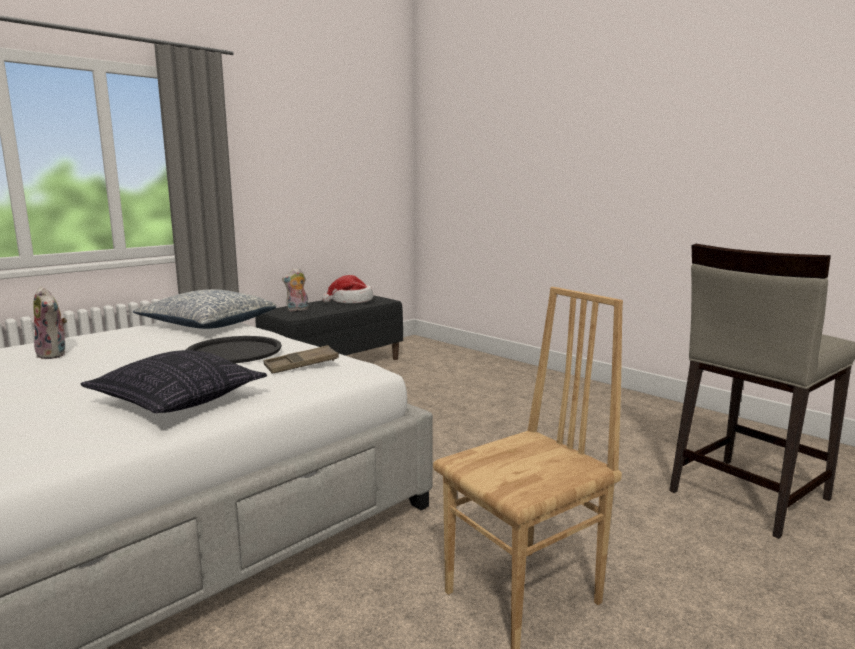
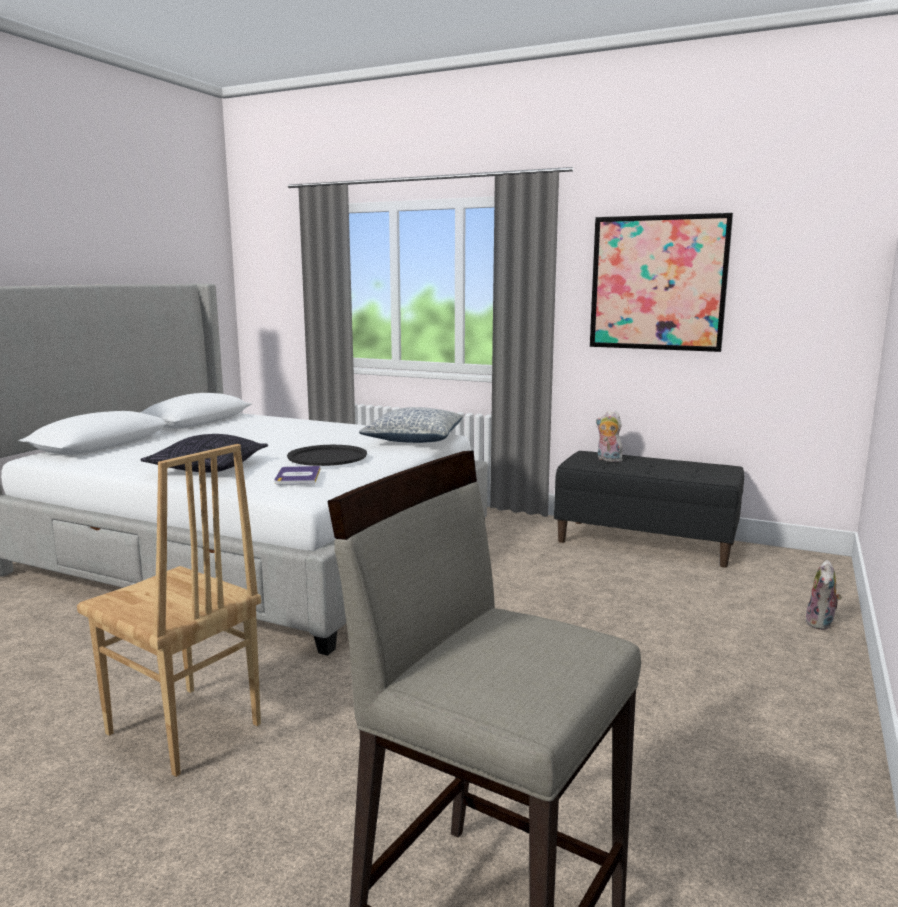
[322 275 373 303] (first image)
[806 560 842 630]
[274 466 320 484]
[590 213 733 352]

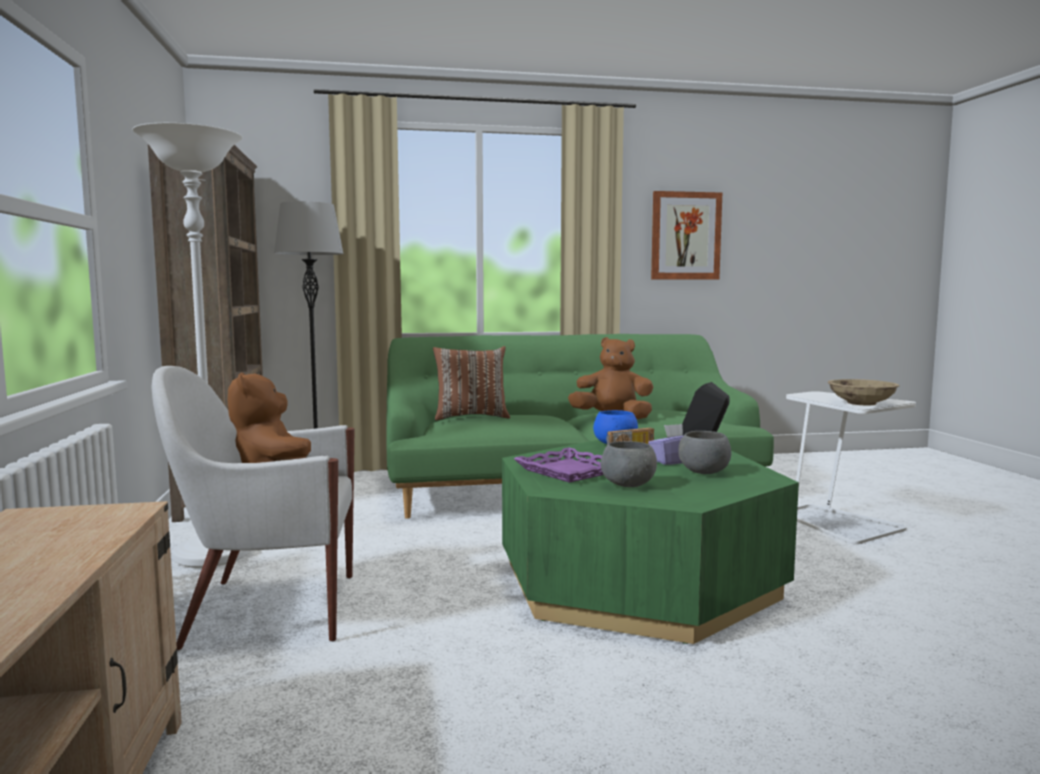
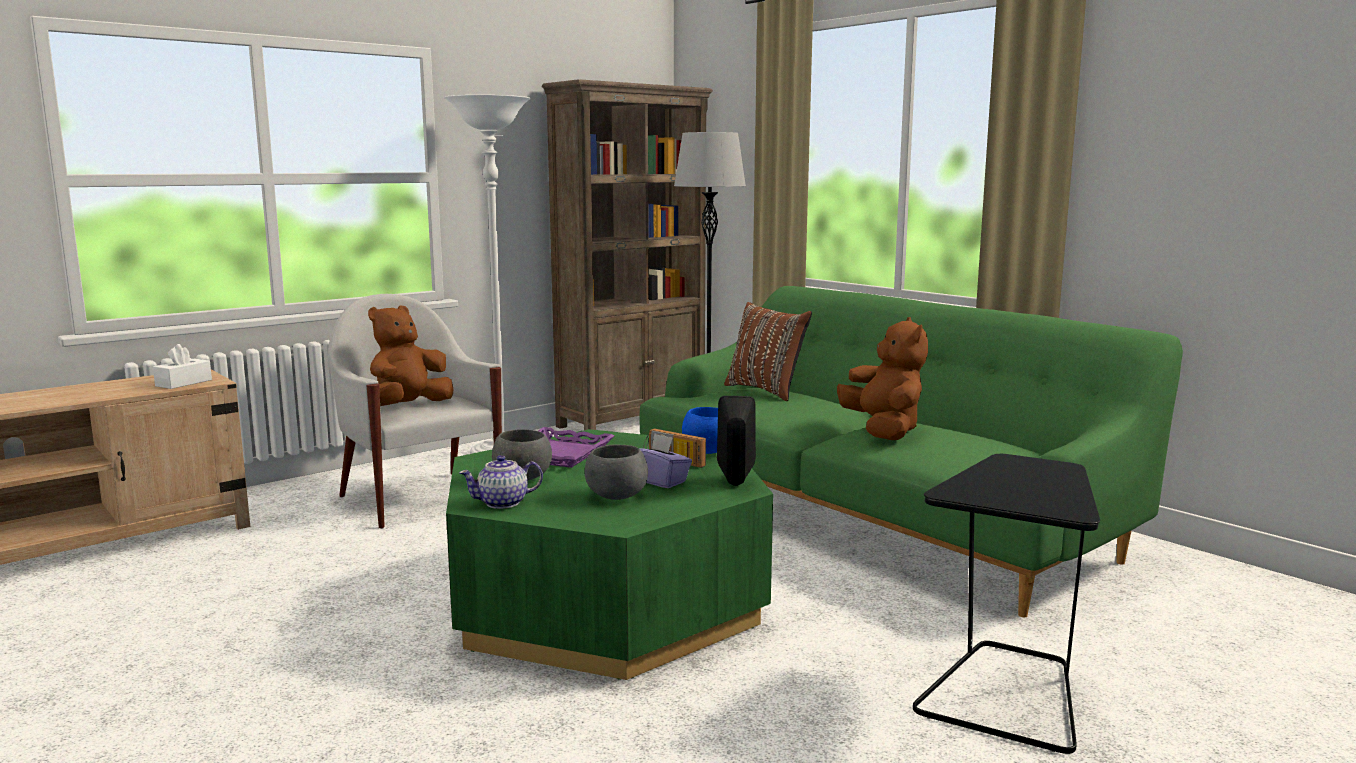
[651 191 722 280] (first image)
[828 379 899 405] (first image)
[913 454 1100 754]
[153 344 212 389]
[459 455 543 509]

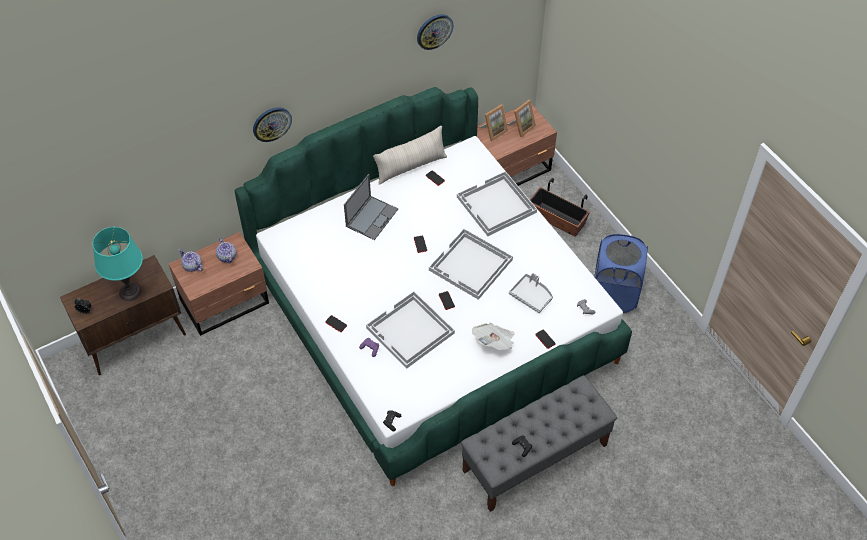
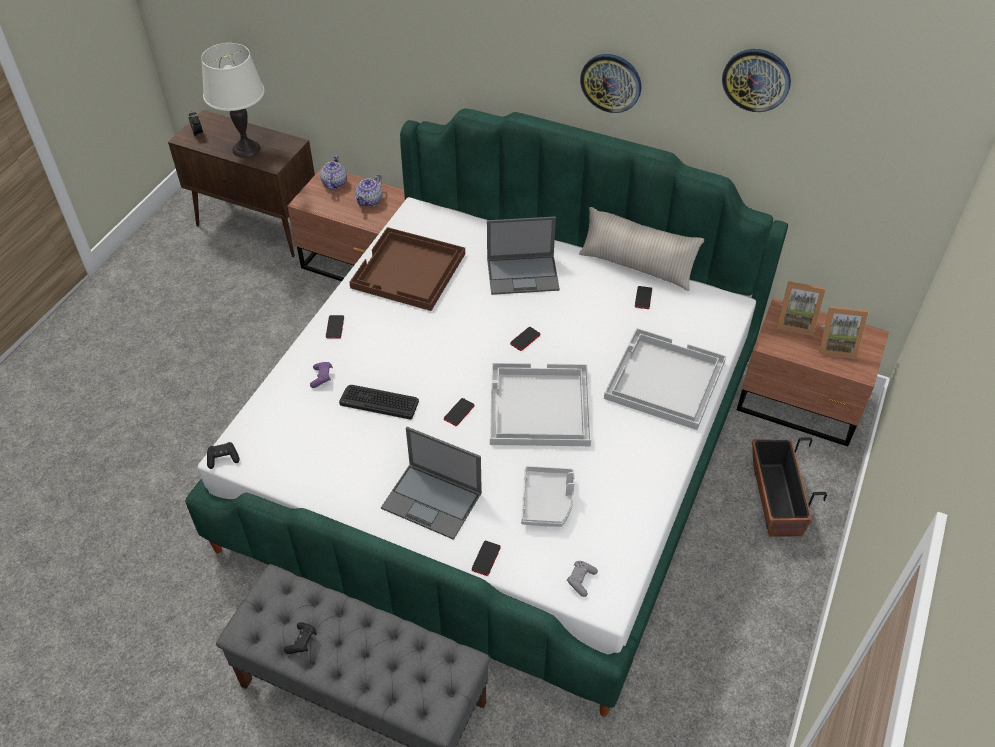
[580 54 641 113]
[201 43 265 158]
[594 234 648 313] (first image)
[339 385 419 419]
[381 427 482 540]
[349 227 465 311]

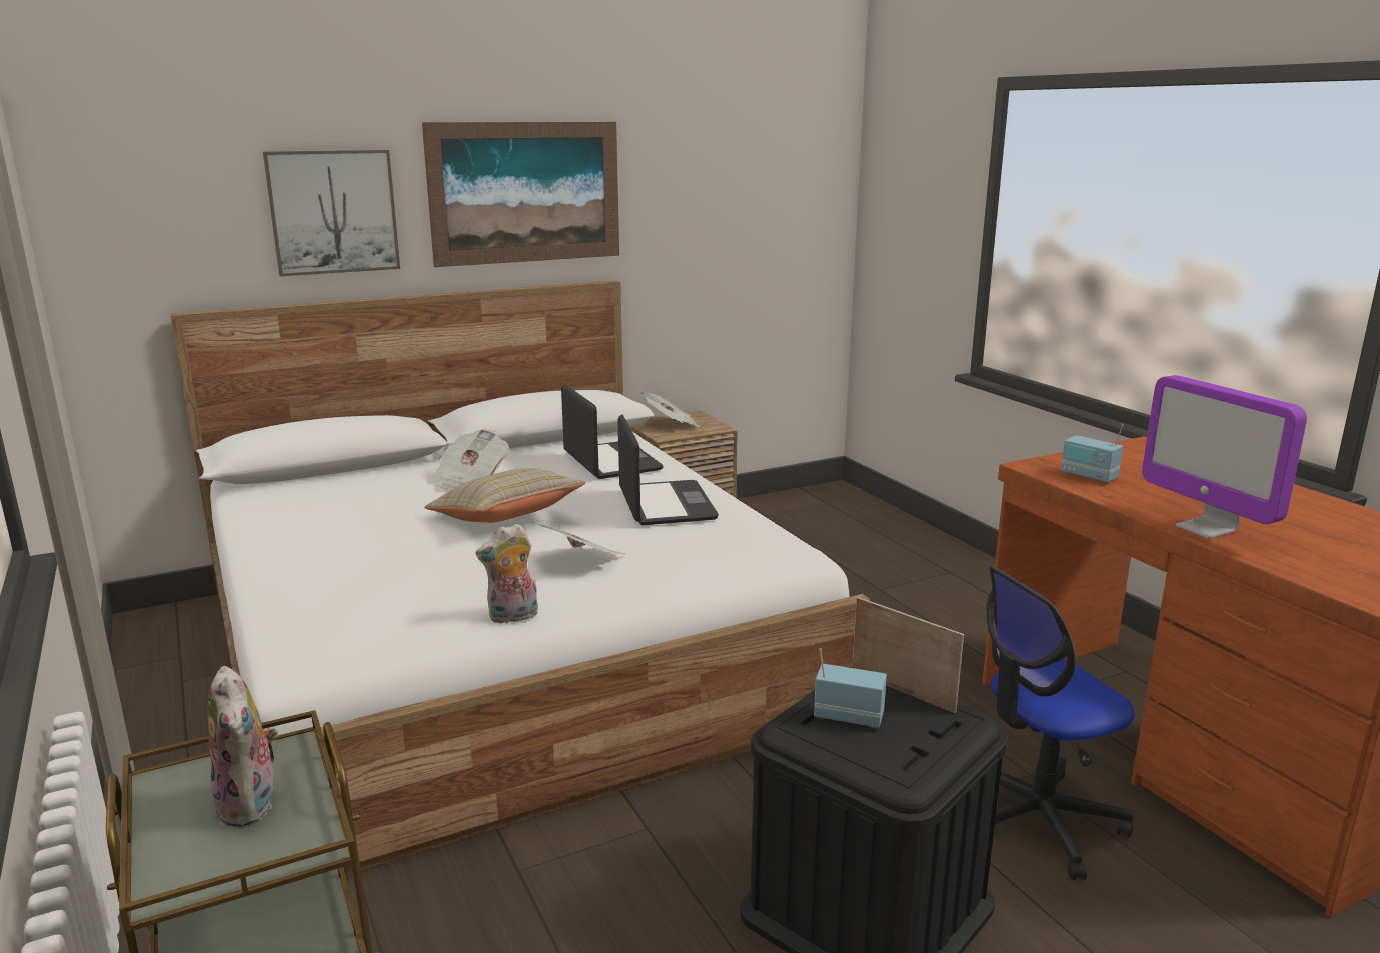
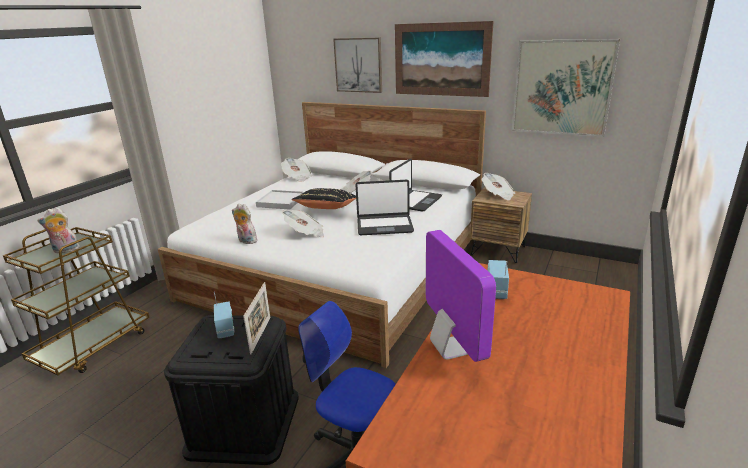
[426 230 496 362]
[356 180 414 235]
[291 188 356 209]
[37 207 80 253]
[512 39 620 137]
[281 158 313 182]
[256 190 304 210]

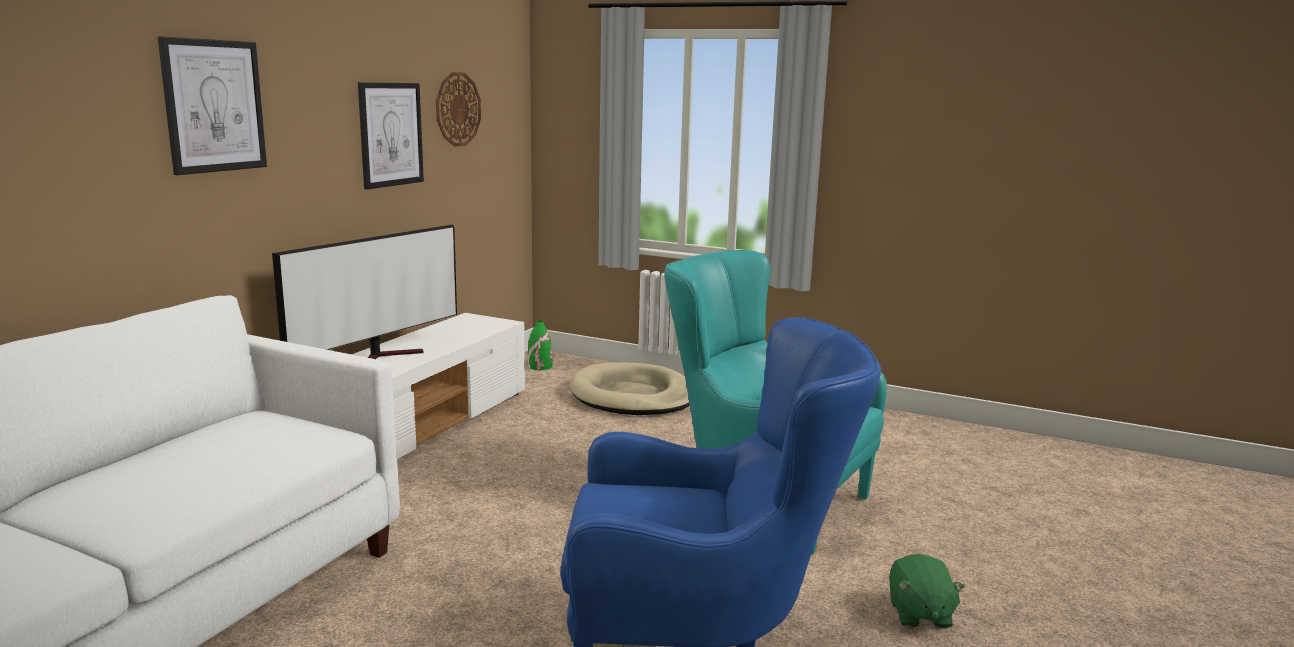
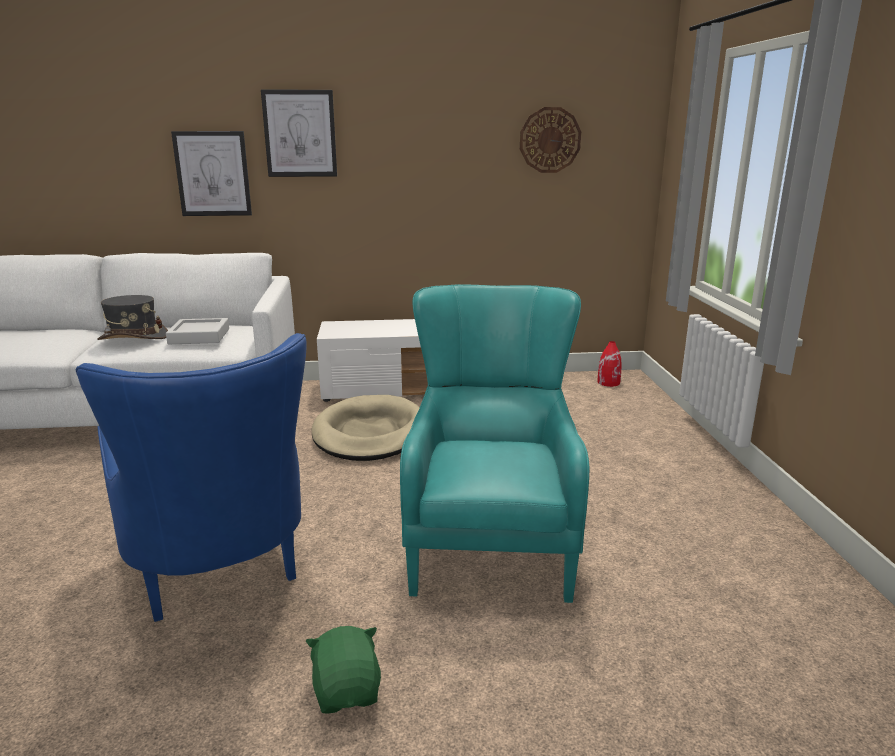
[171 131 252 216]
[272 224 457 359] (first image)
[597 341 622 387]
[312 395 420 461]
[306 626 381 714]
[97 295 168 340]
[166 318 229 344]

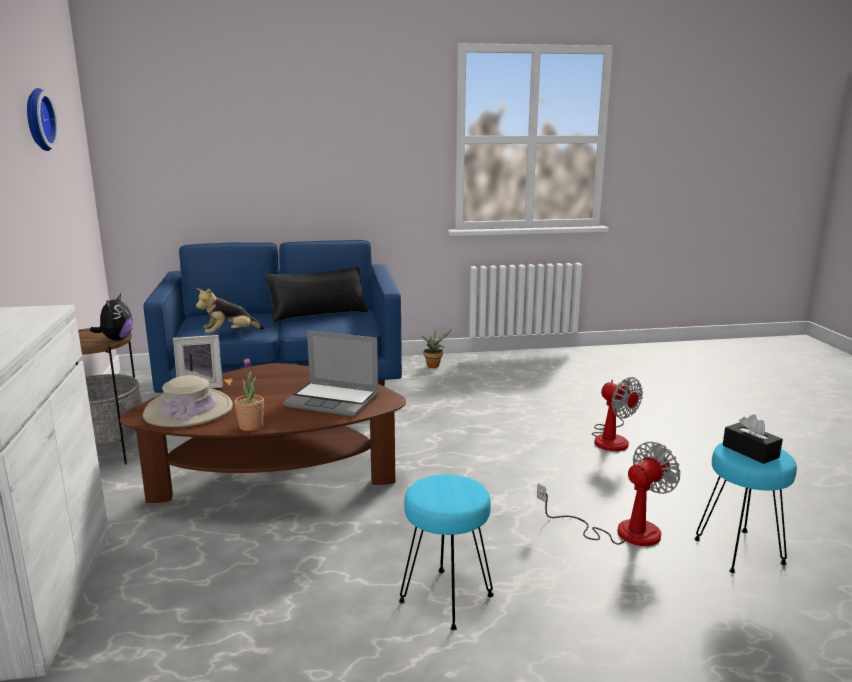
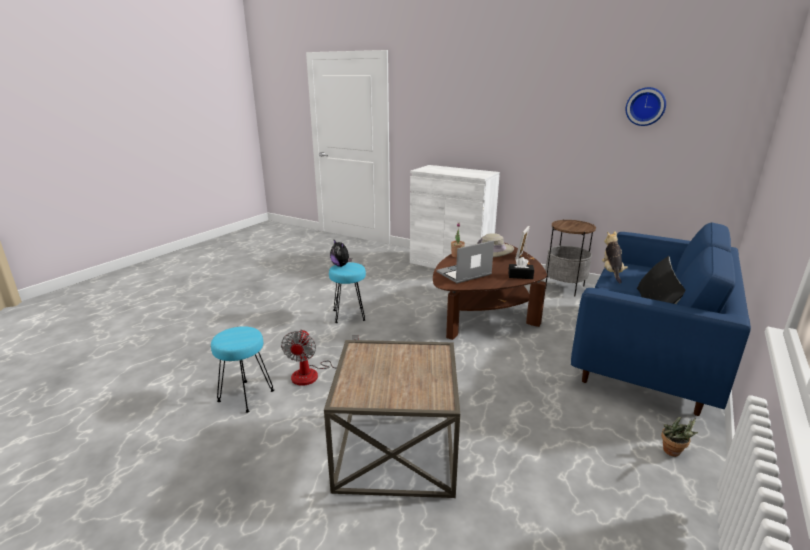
[330 240 352 267]
[324 340 460 498]
[509 257 534 279]

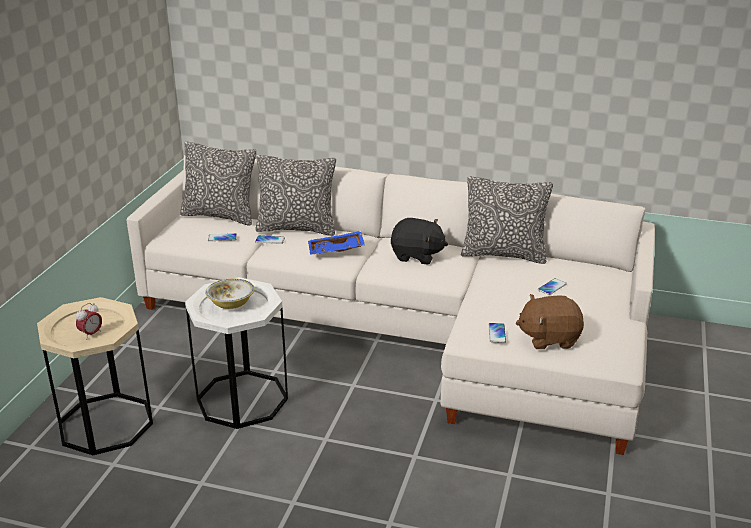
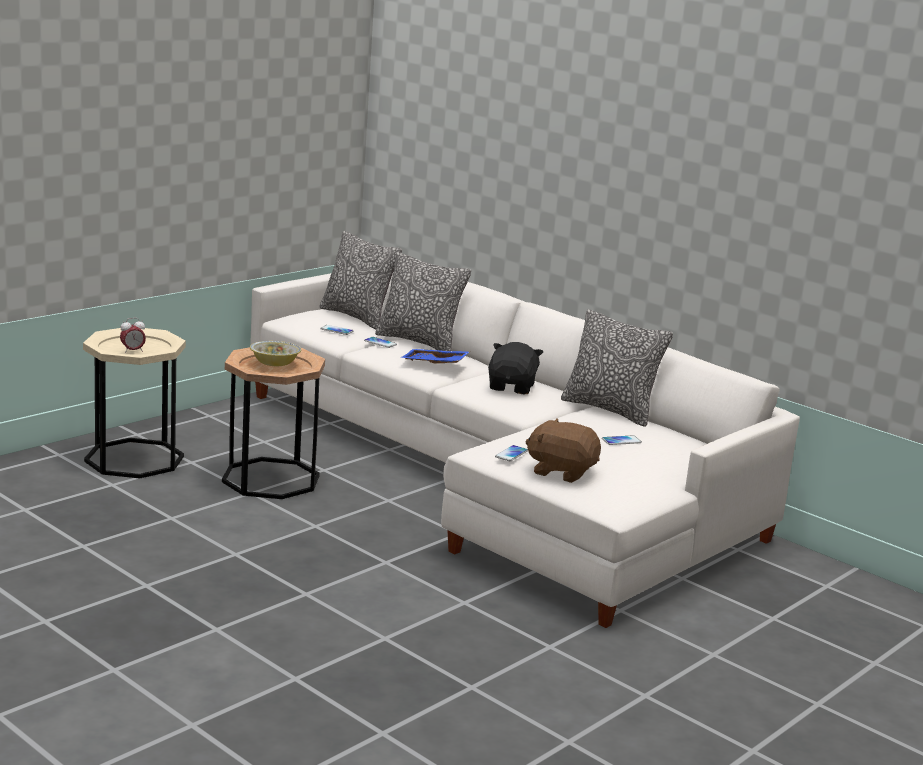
[488 342 543 394]
[222 347 325 499]

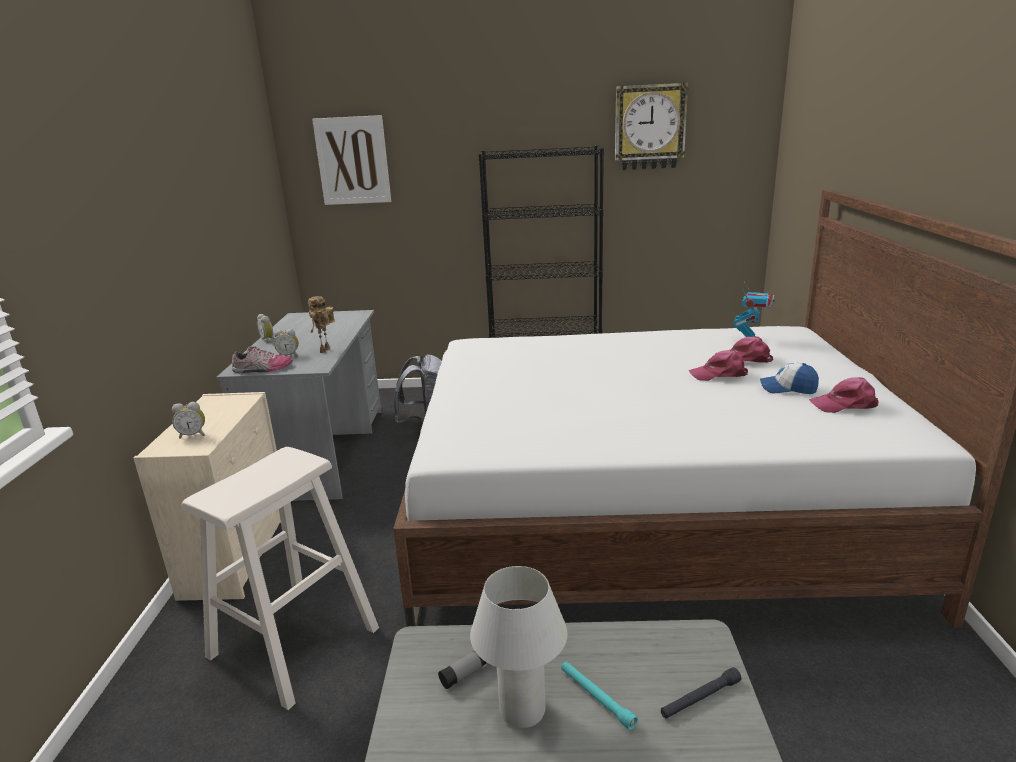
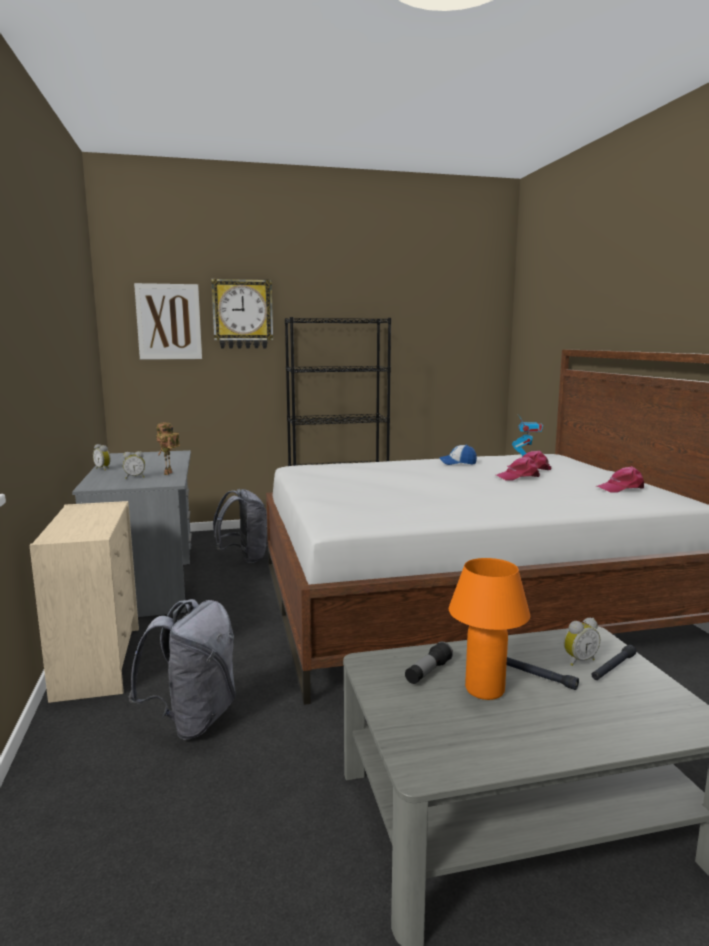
[211 279 274 349]
[232 346 293 373] (first image)
[440 445 477 465]
[564 618 600 666]
[128 599 236 740]
[449 558 530 700]
[507 657 579 690]

